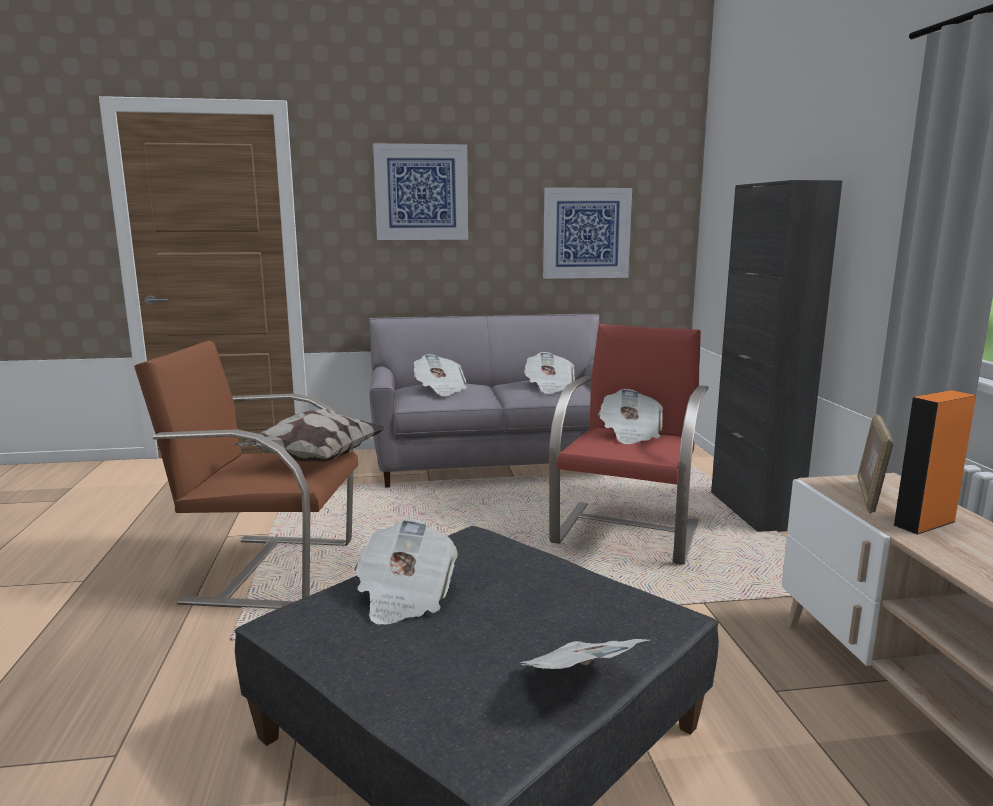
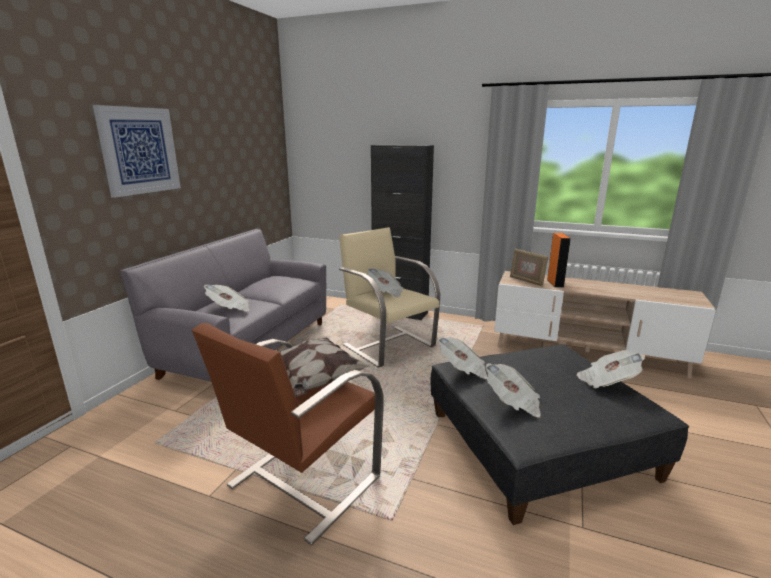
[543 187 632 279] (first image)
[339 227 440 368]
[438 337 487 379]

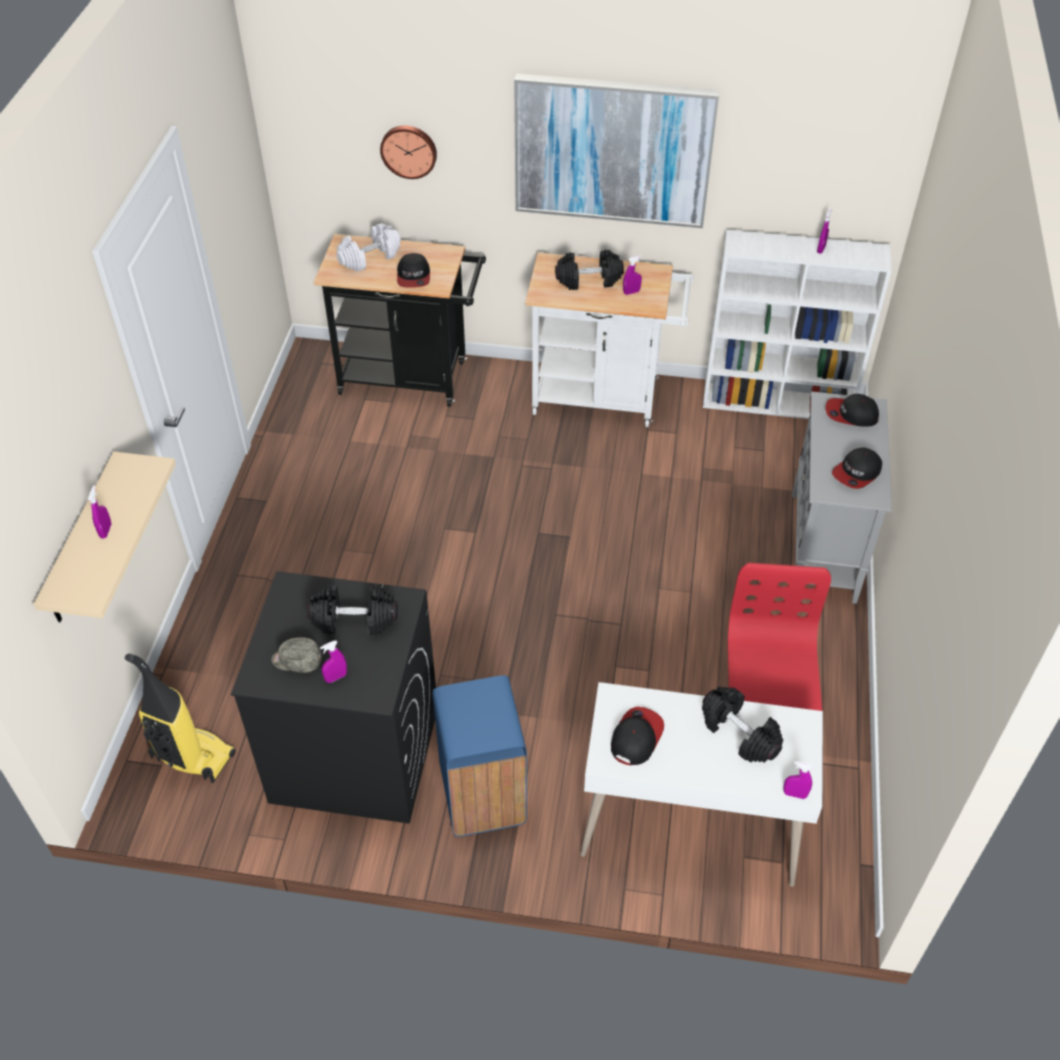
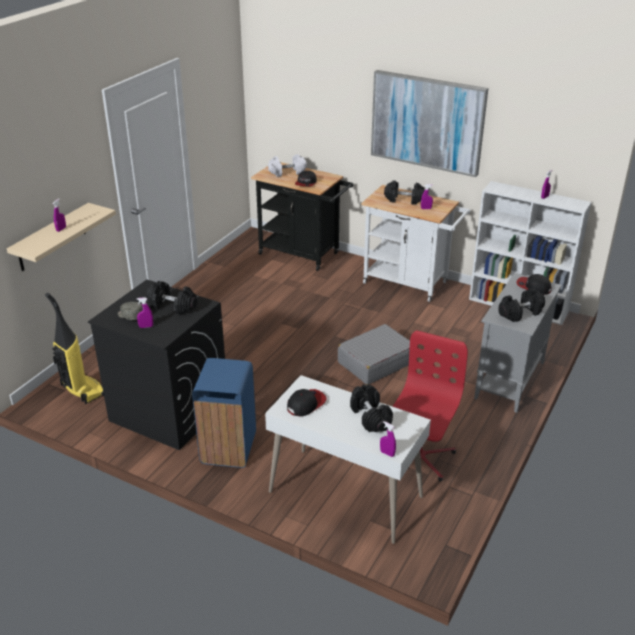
[380 125 437 179] (first image)
[498 288 545 322]
[338 324 410 385]

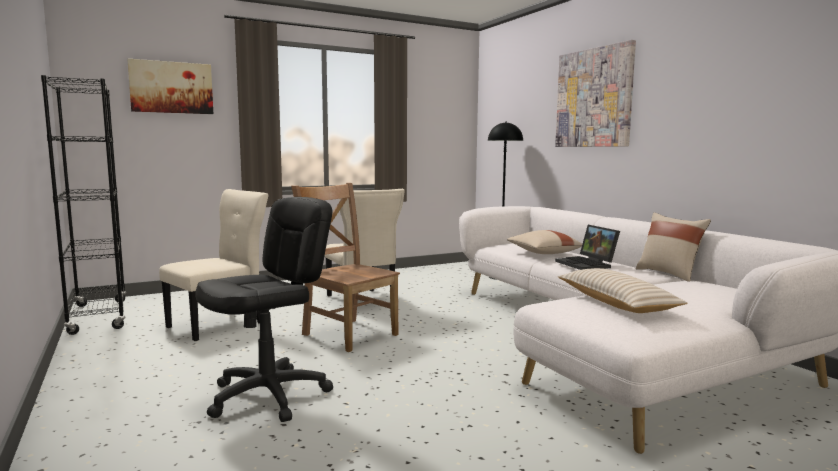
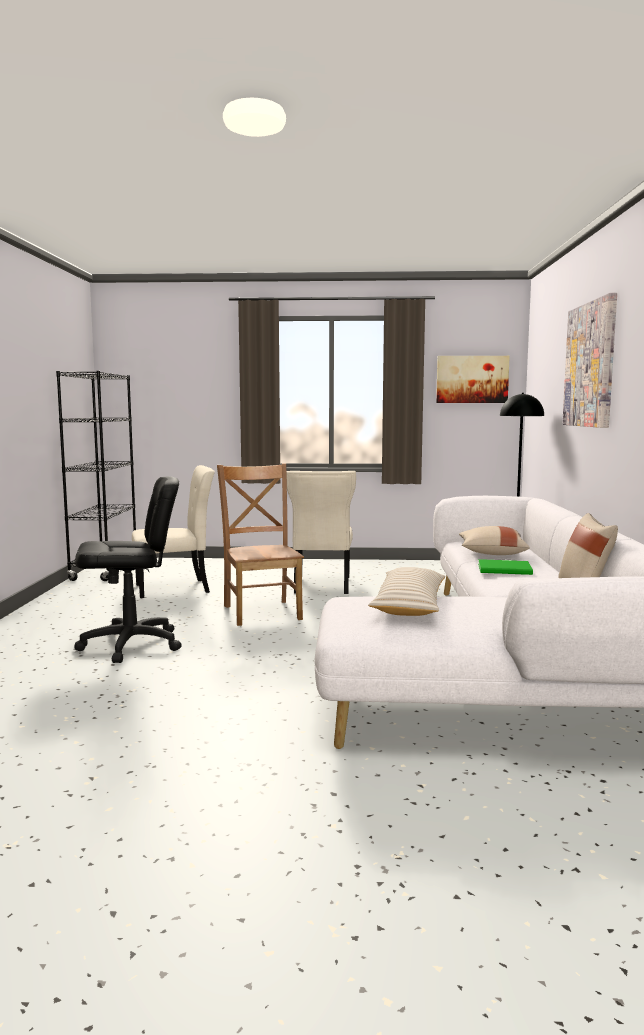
[436 356 510 403]
[478 559 533 575]

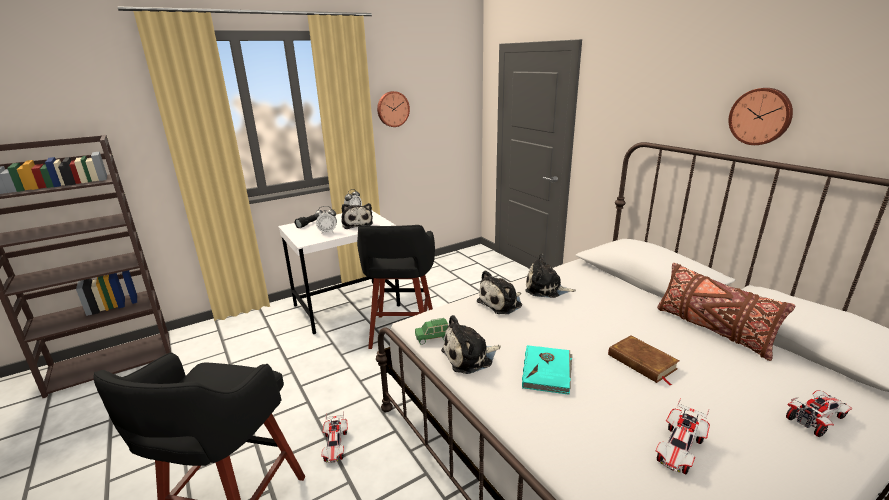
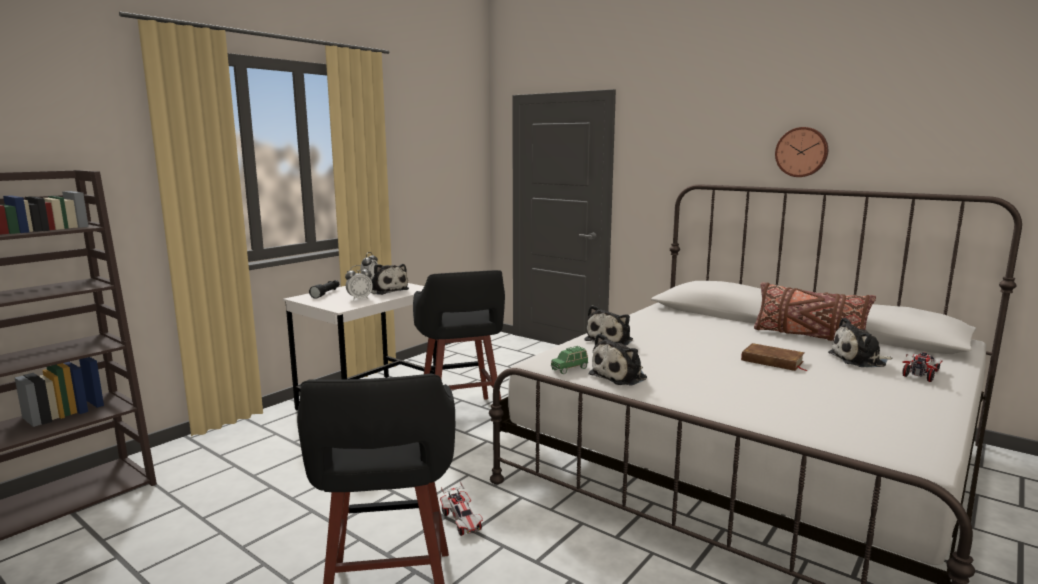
[377 91 410 127] (first image)
[828 317 893 367]
[522 345 572 395] (first image)
[656 398 710 474] (first image)

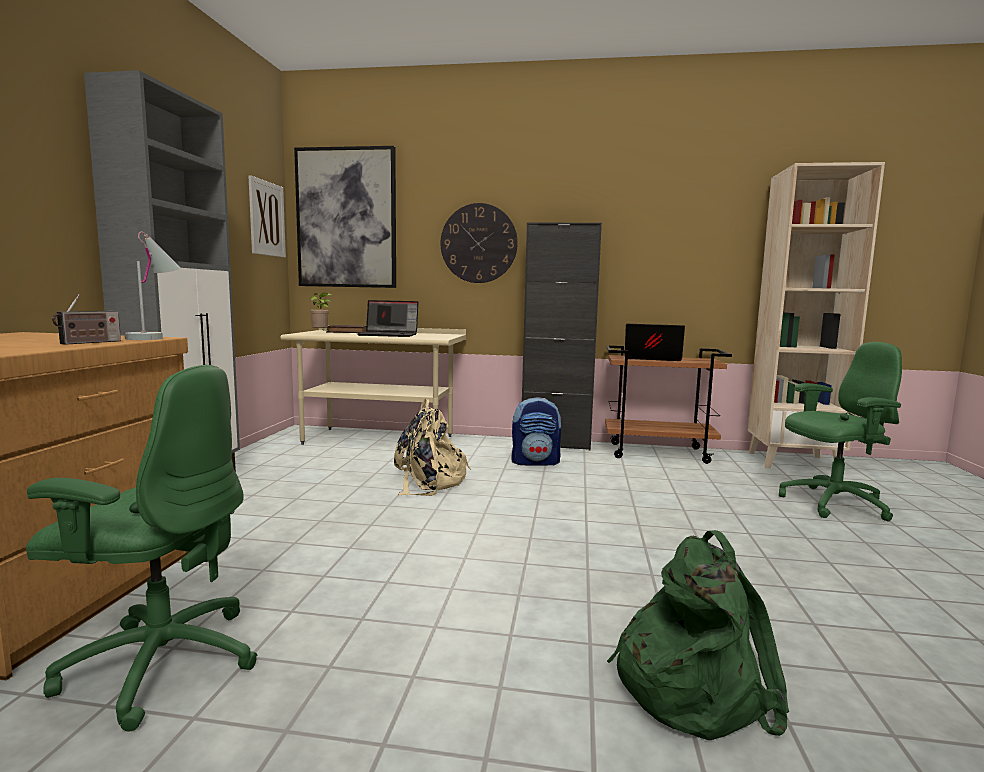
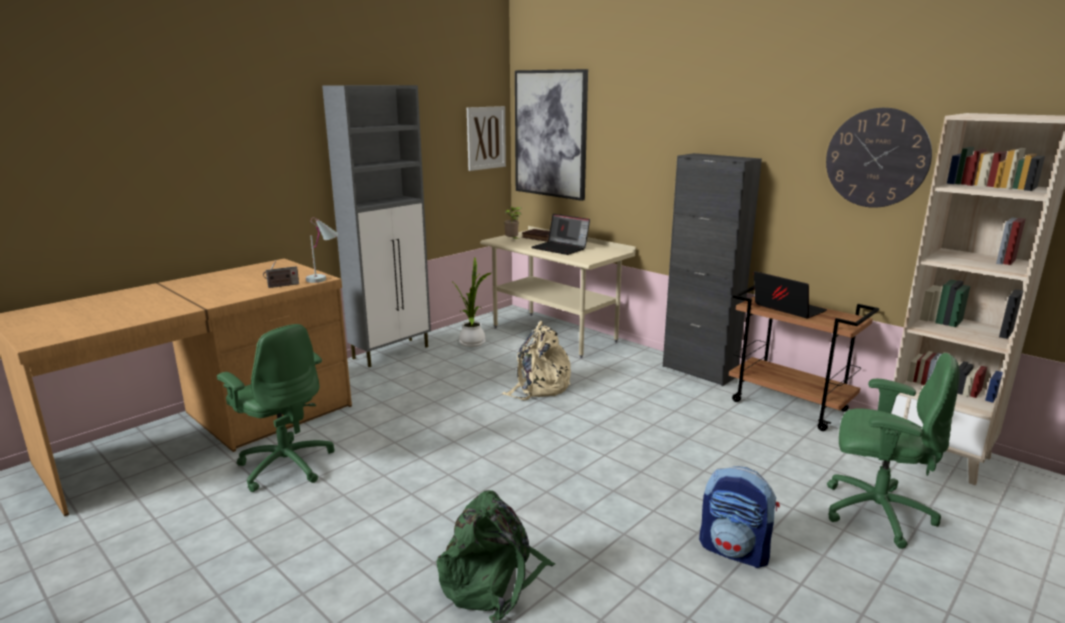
[826 108 932 208]
[699 466 780 568]
[451 258 491 347]

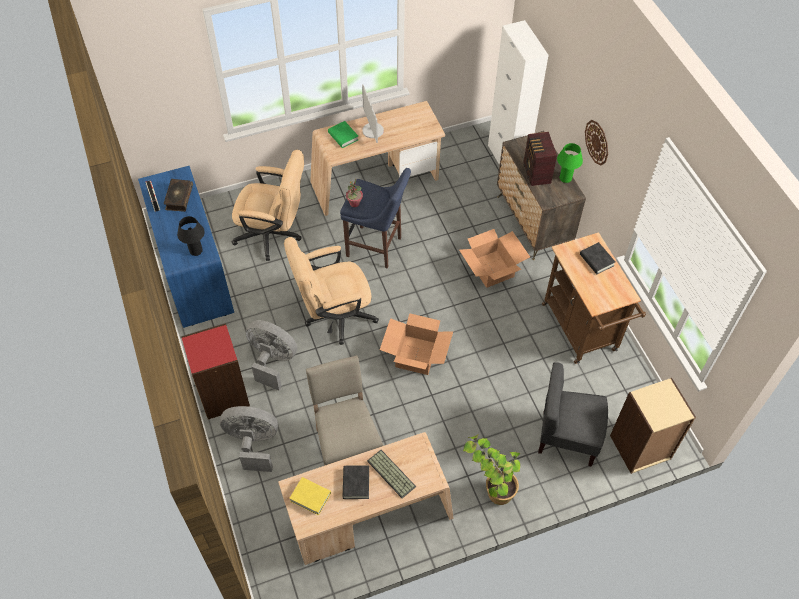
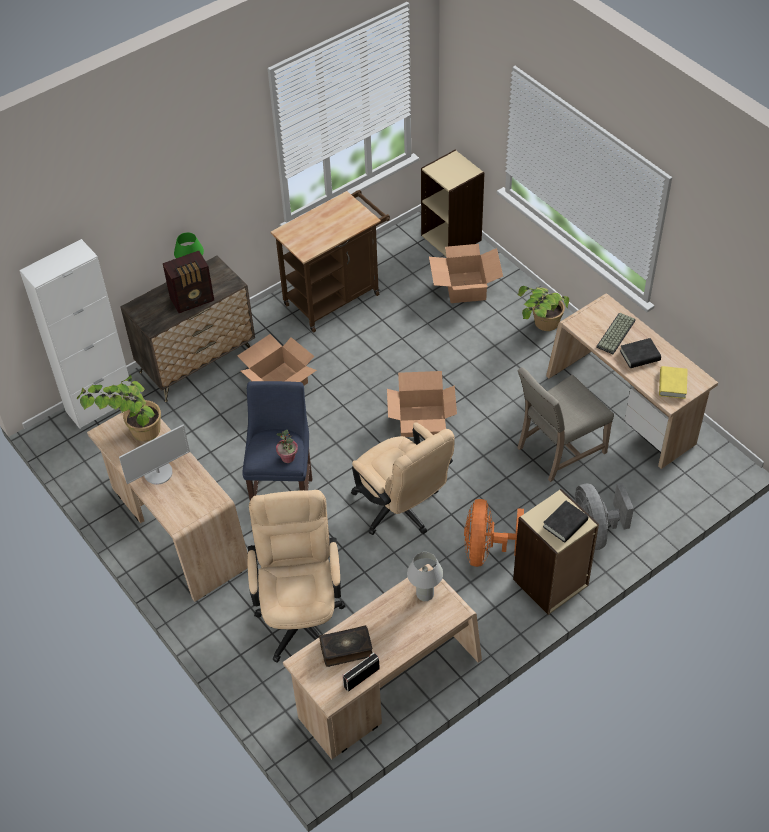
[585 120 608 166] (first image)
[328 121 358 148] (first image)
[283 564 482 759]
[407 552 443 601]
[543 501 588 542]
[464 499 524 567]
[513 489 599 615]
[429 244 503 303]
[77 375 161 442]

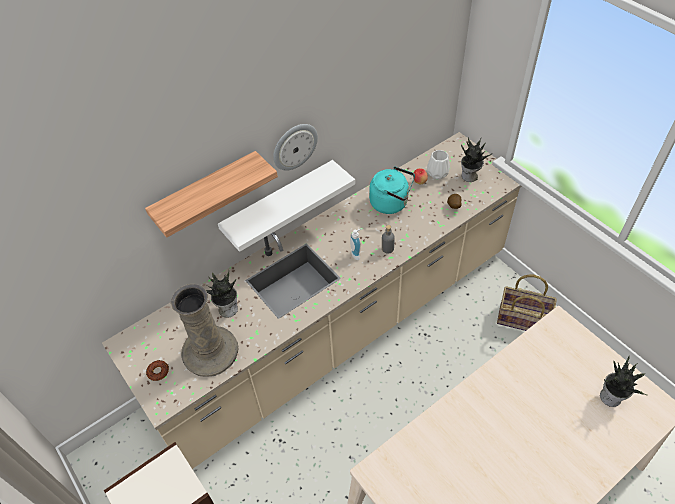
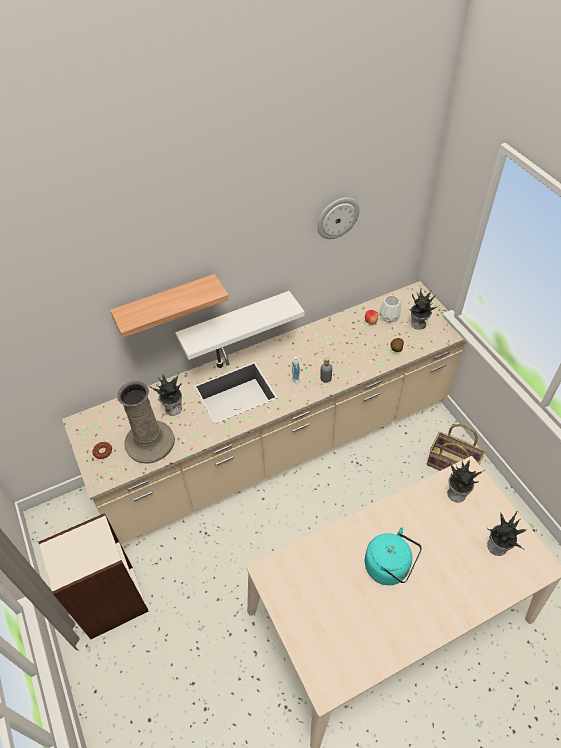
[317 198 360 239]
[365 527 422 585]
[447 460 485 503]

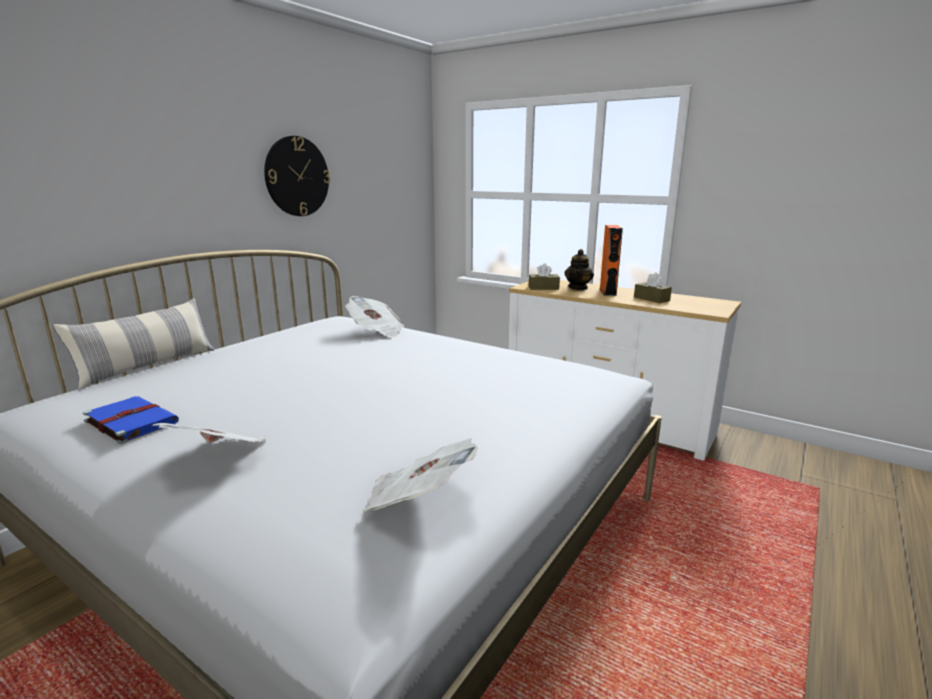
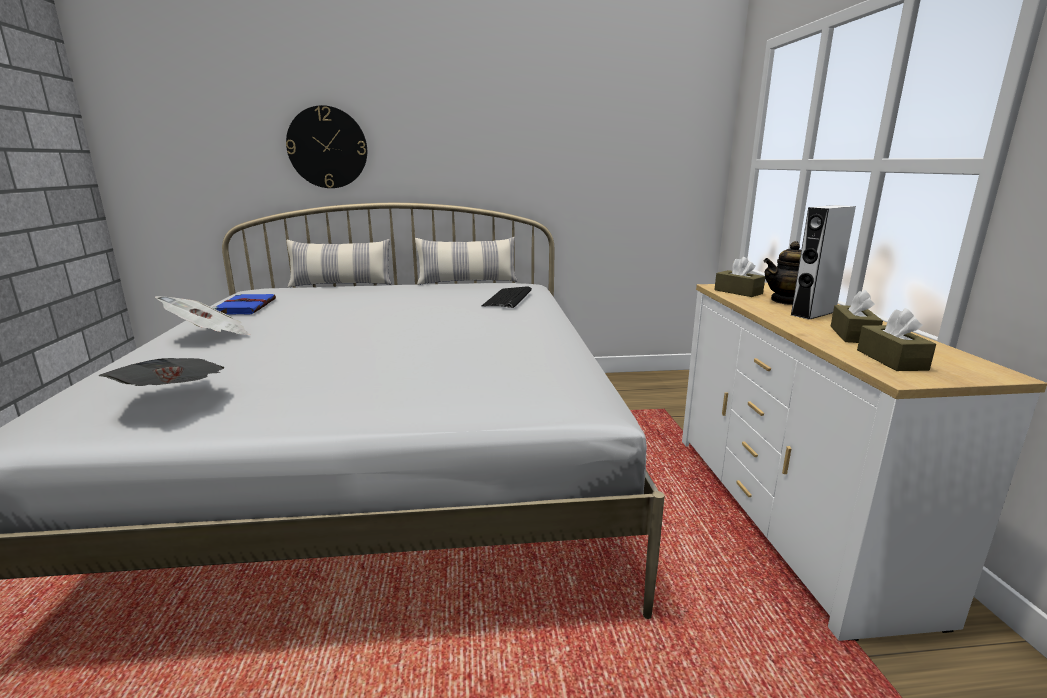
[286 105 367 188]
[791 205 856 320]
[481 286 532 308]
[415 237 518 285]
[857 308 936 371]

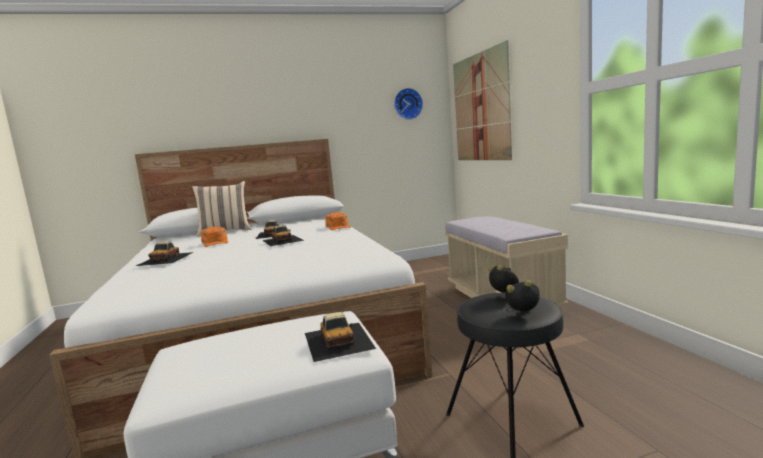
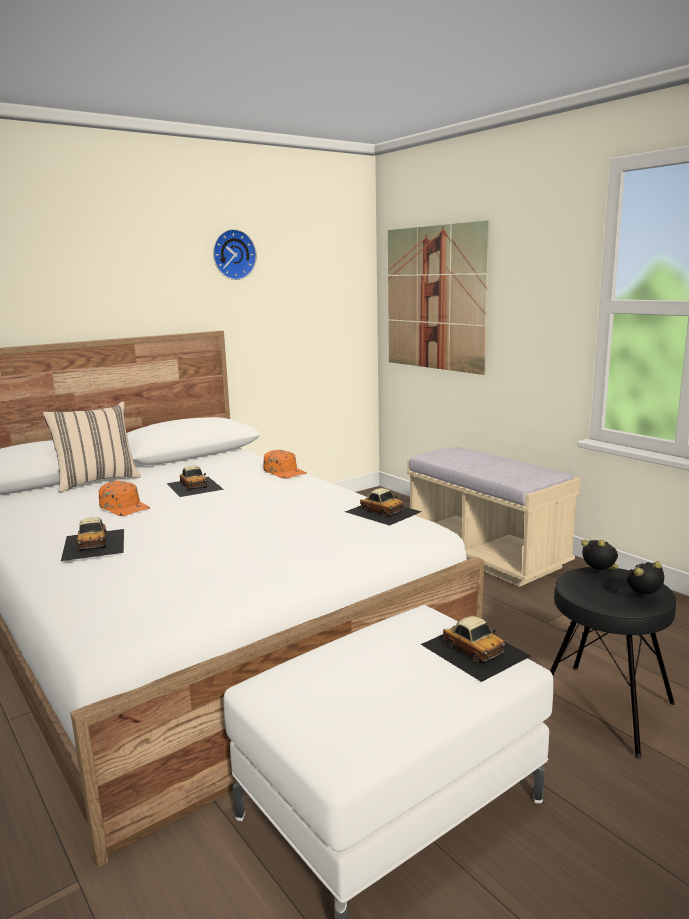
[213 229 257 280]
[345 488 422 526]

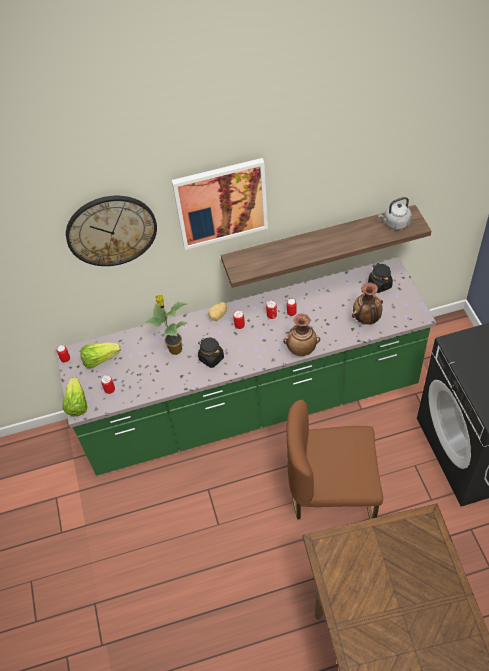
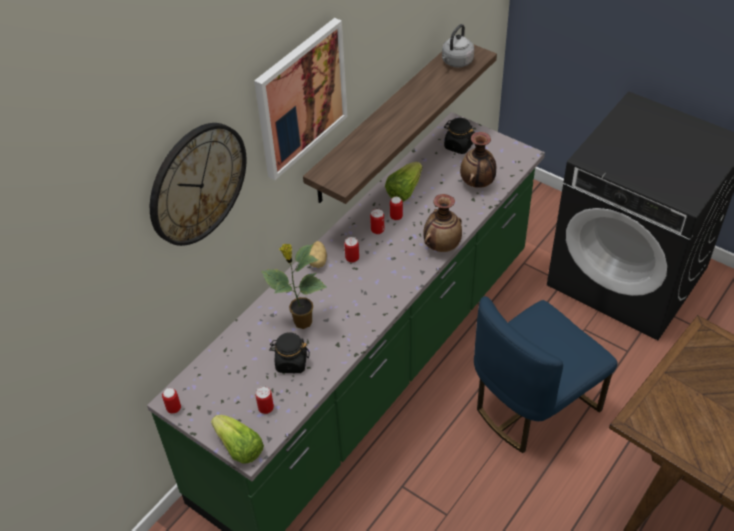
[269 332 310 373]
[385 162 423 202]
[474 296 618 453]

